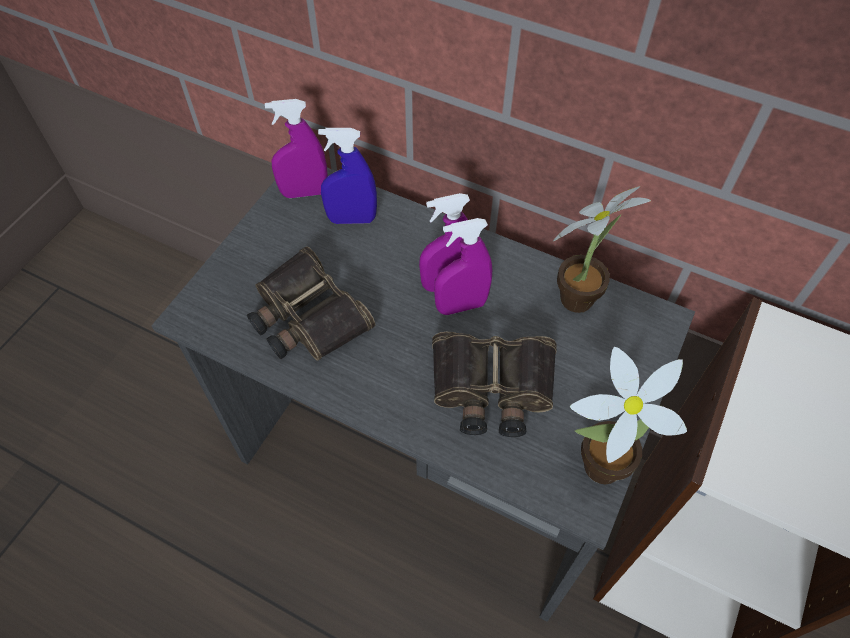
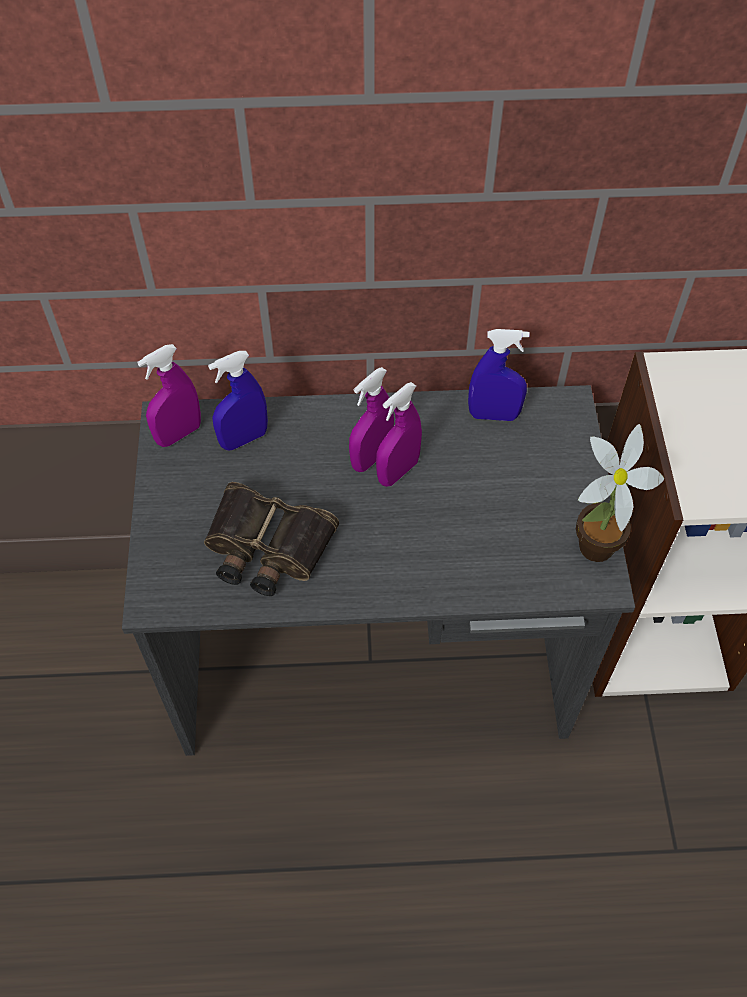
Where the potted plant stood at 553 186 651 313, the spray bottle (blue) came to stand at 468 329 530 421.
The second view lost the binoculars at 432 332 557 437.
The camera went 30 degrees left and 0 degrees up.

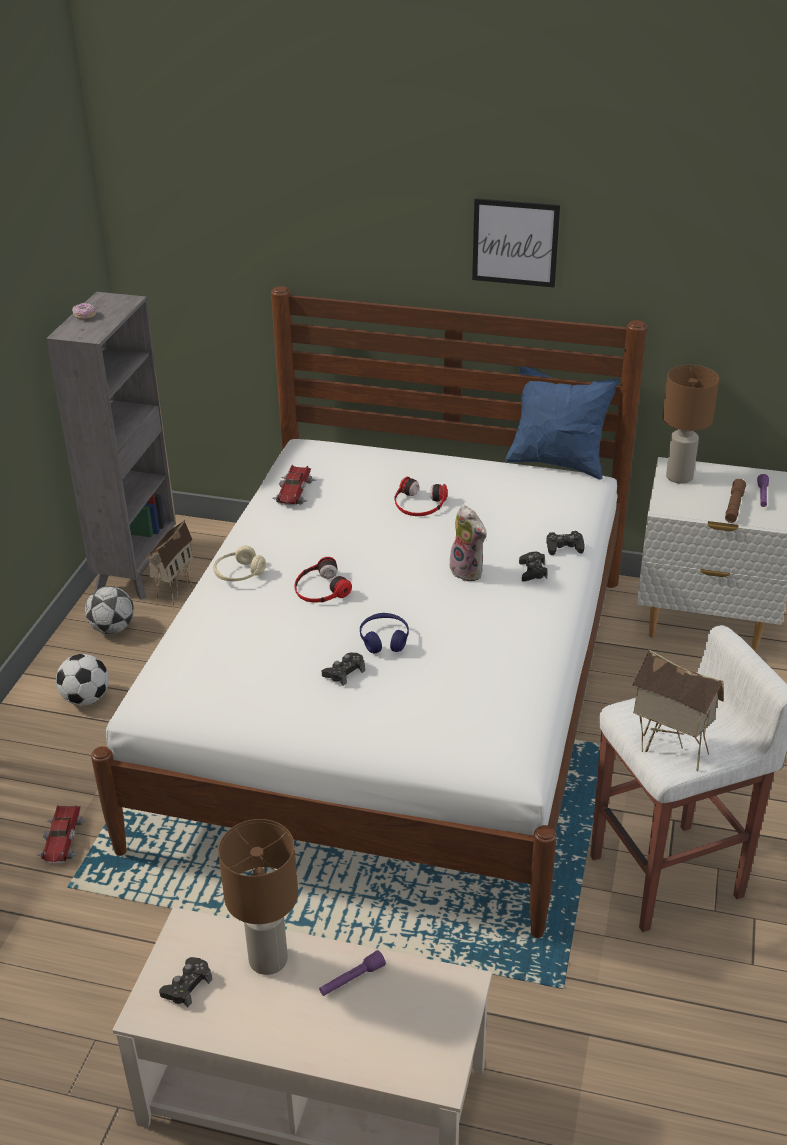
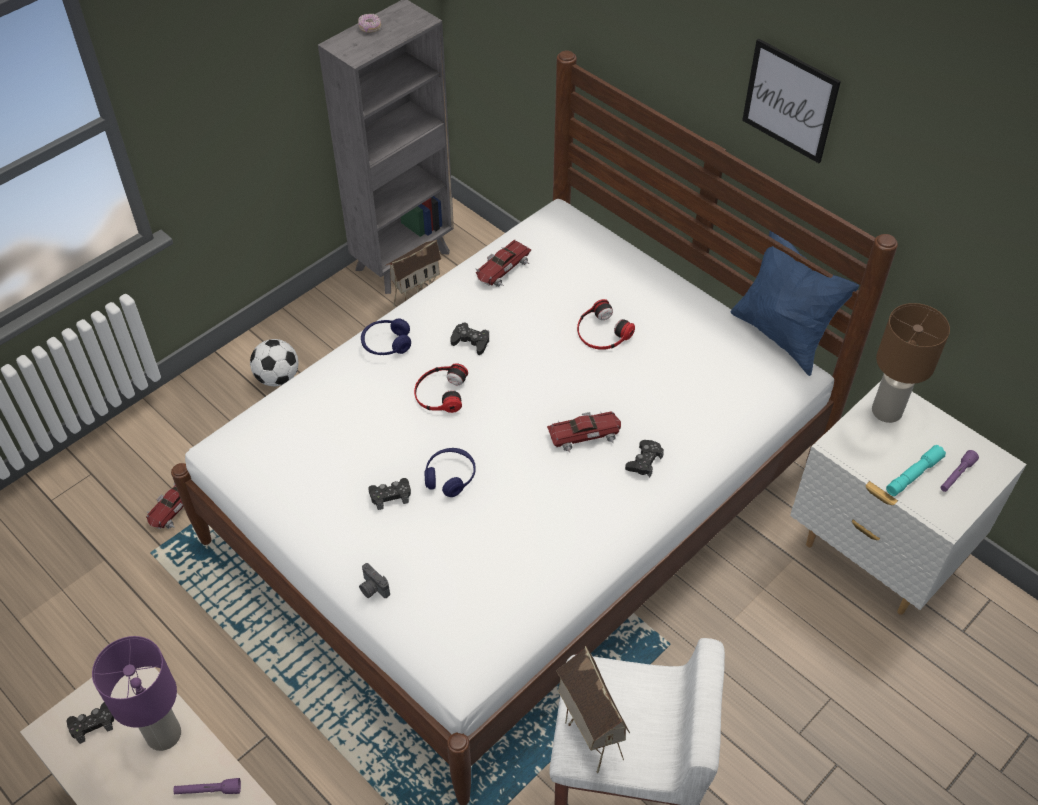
What was the table lamp (brown) at 218 819 298 975 turned into the table lamp (purple) at 92 636 181 751.
The second view gained the photo camera at 359 563 390 598.
What was the headphones (beige) at 213 546 266 581 turned into the headphones (blue) at 361 318 411 355.
The game controller (black) ended up elsewhere, having gone from 546 531 585 555 to 450 322 489 355.
Where the plush toy stood at 448 505 487 582, the toy car came to stand at 547 411 621 453.
What was the flashlight (brown) at 725 479 746 523 turned into the flashlight (turquoise) at 886 445 946 496.
The second view lost the football at 85 586 134 634.
The camera went 30 degrees right and 15 degrees up.

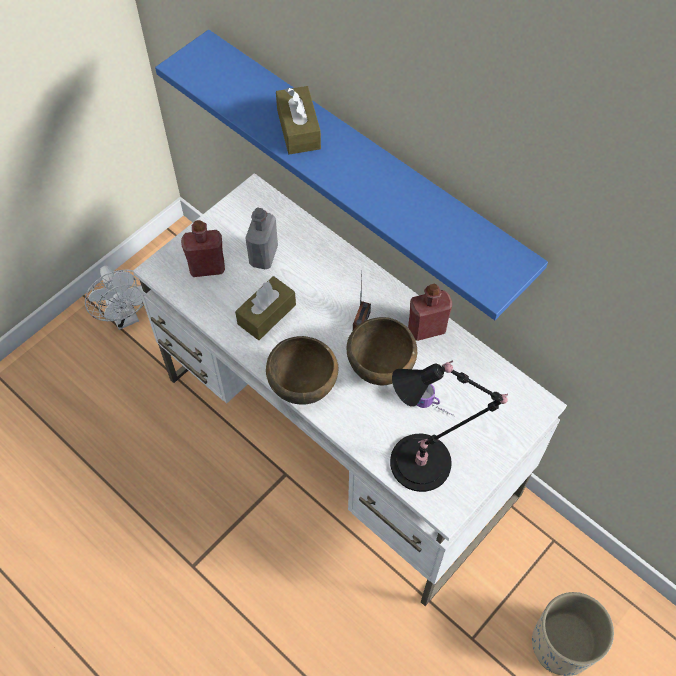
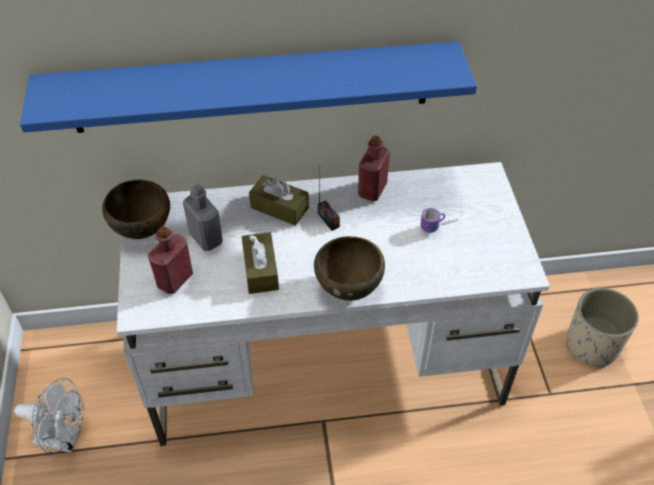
The bowl (brown) ended up elsewhere, having gone from 347 317 417 385 to 102 179 170 239.
The tissue box (brown) ended up elsewhere, having gone from 276 86 321 154 to 249 175 309 226.
The second view lost the table lamp (black) at 390 360 508 492.
The camera went 50 degrees left and 10 degrees down.

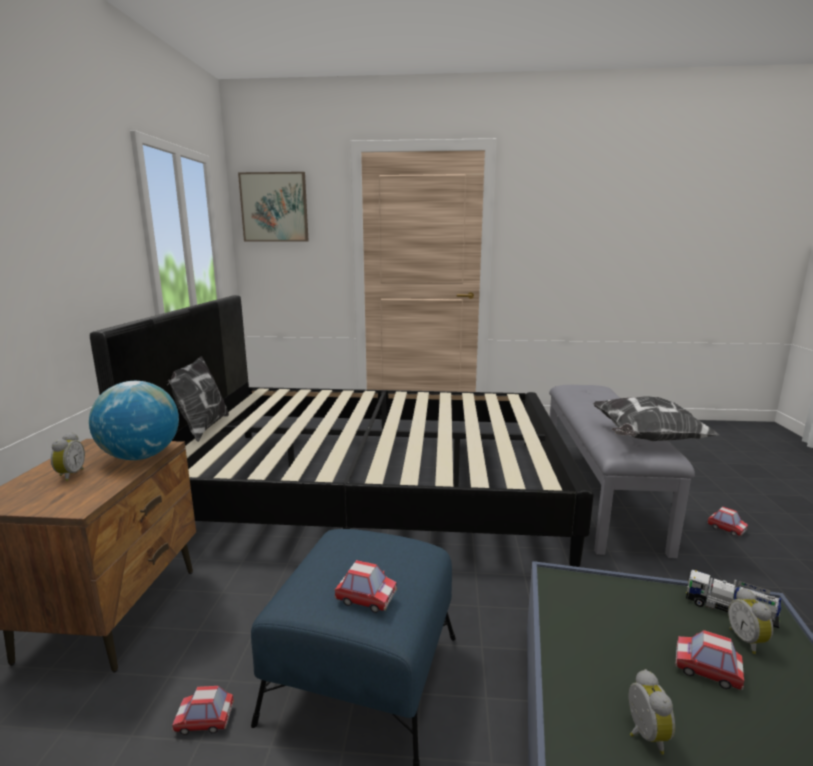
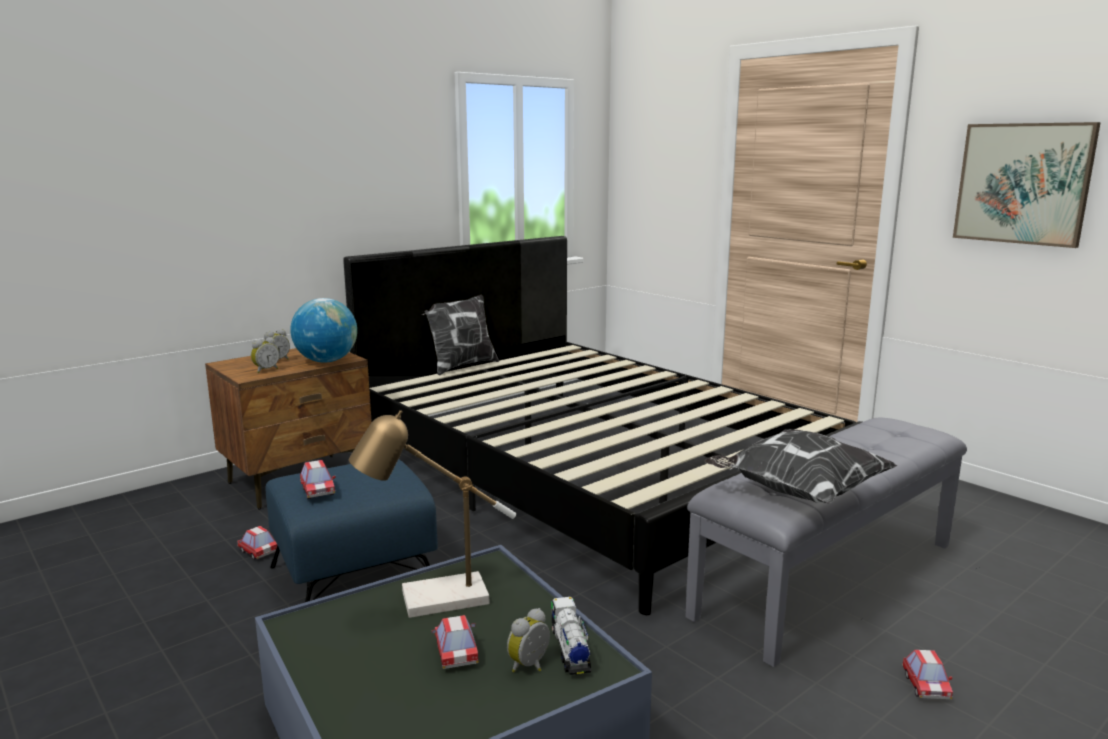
The alarm clock ended up elsewhere, having gone from 629 669 675 755 to 251 337 279 373.
The second view gained the table lamp at 349 410 516 618.
The picture ended up elsewhere, having gone from 238 172 309 241 to 953 122 1101 248.
The camera went 45 degrees right and 0 degrees up.

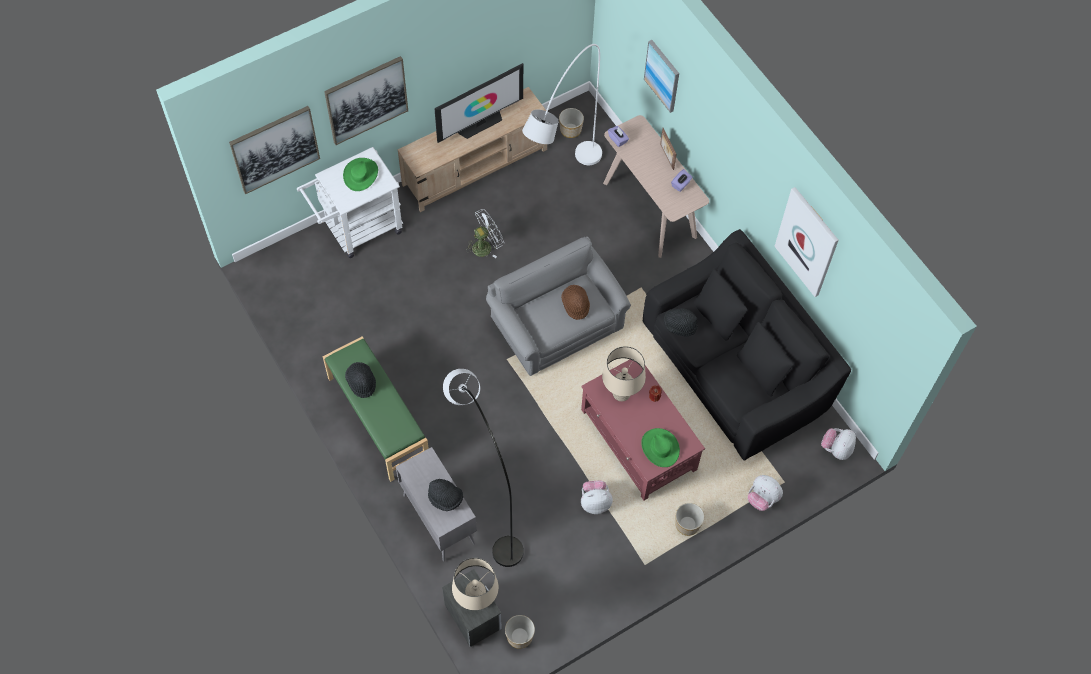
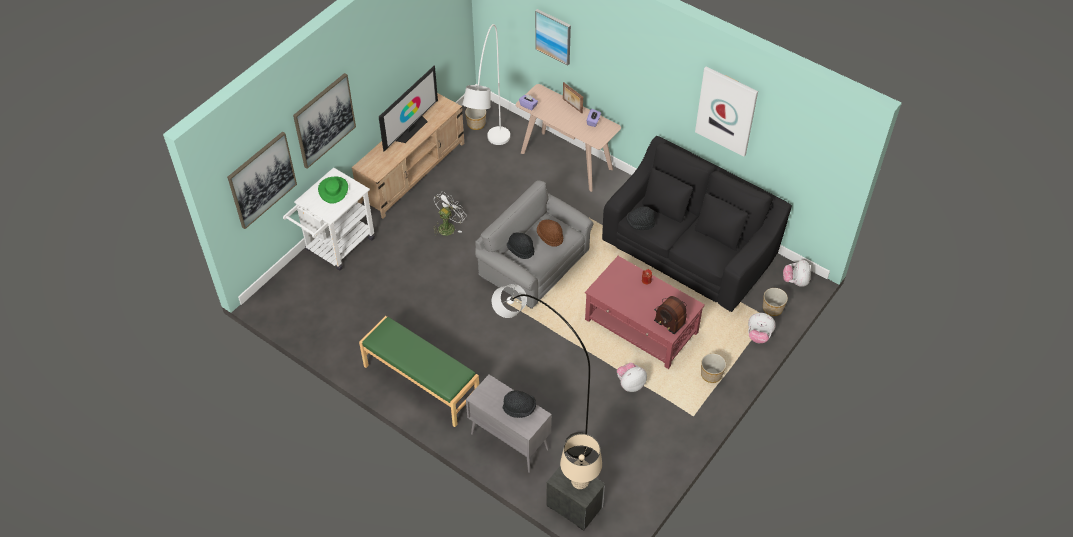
The hat (black) ended up elsewhere, having gone from 345 362 376 398 to 507 233 534 259.
Where the hat (green) stood at 641 428 680 467, the radio came to stand at 654 296 687 335.
The planter ended up elsewhere, having gone from 505 615 535 649 to 763 288 788 316.
The second view lost the table lamp (beige) at 602 346 646 401.
The camera went 20 degrees left and 10 degrees down.

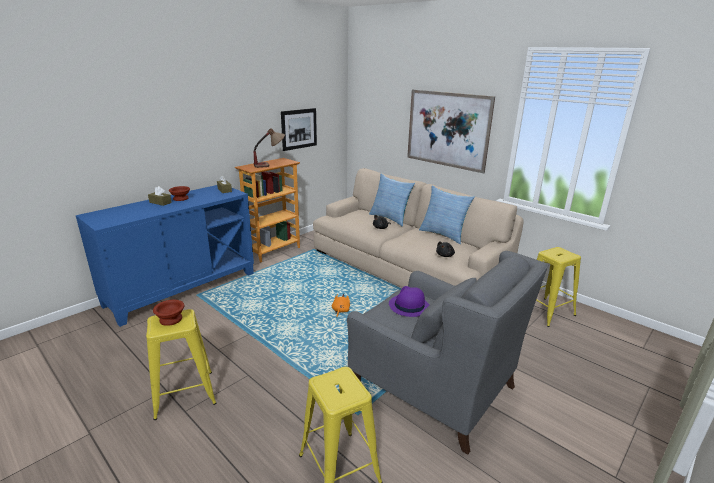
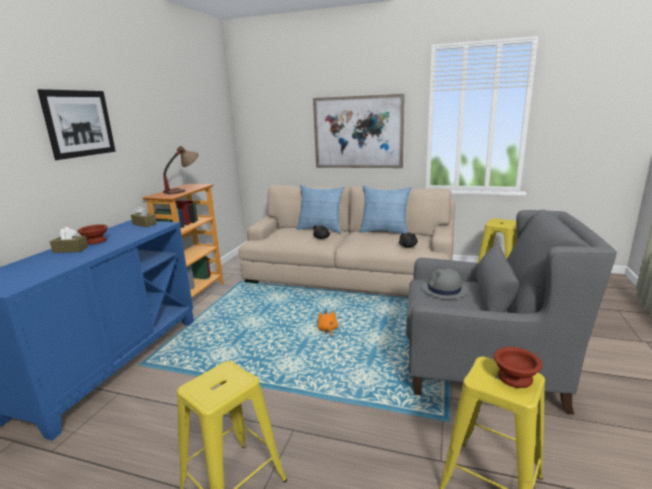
The picture ended up elsewhere, having gone from 281 108 317 151 to 37 89 116 160.
What was the hat (purple) at 389 286 429 317 turned into the hat (grey) at 422 268 468 299.
The bowl (brown) ended up elsewhere, having gone from 153 300 184 326 to 494 347 542 388.
The camera went 25 degrees left and 5 degrees down.

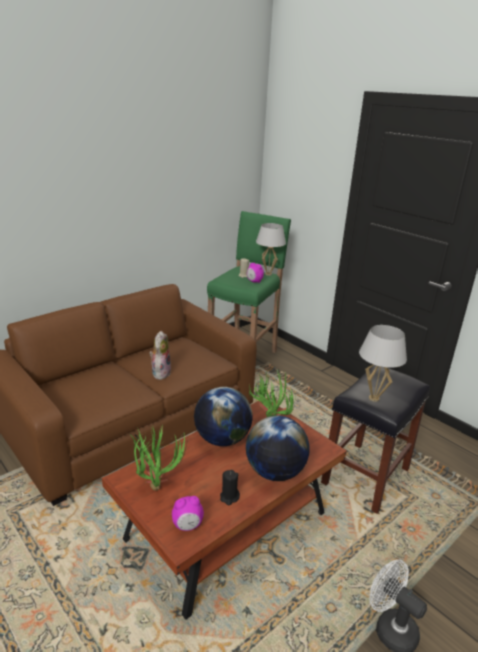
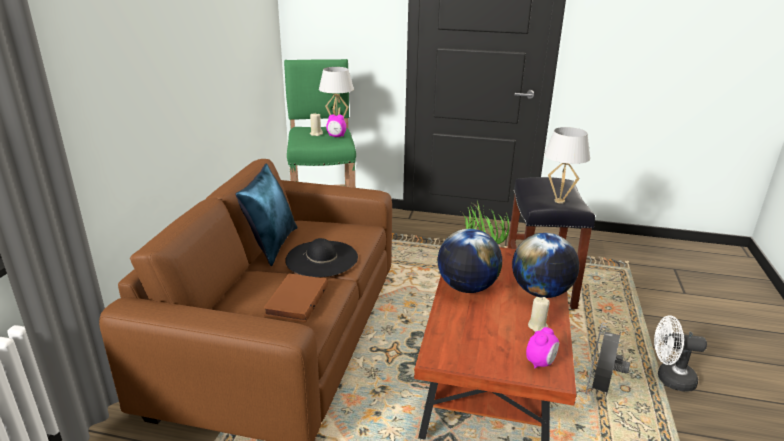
The second view gained the pillow (blue) at 235 163 298 266.
The second view gained the book (brown) at 263 273 328 323.
Where the plush toy stood at 149 331 171 380, the hat (black) came to stand at 285 238 358 277.
What was the candle (black) at 220 470 240 505 turned into the candle (beige) at 528 297 550 332.
The second view gained the fan (grey) at 586 323 630 396.
The second view lost the potted plant at 131 424 188 491.
The camera went 35 degrees left and 0 degrees up.

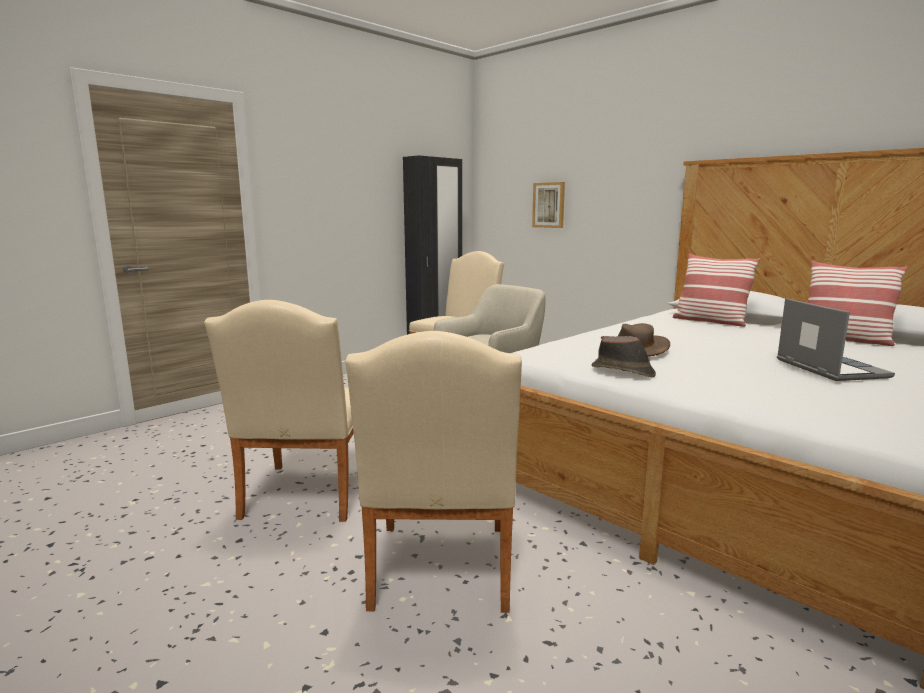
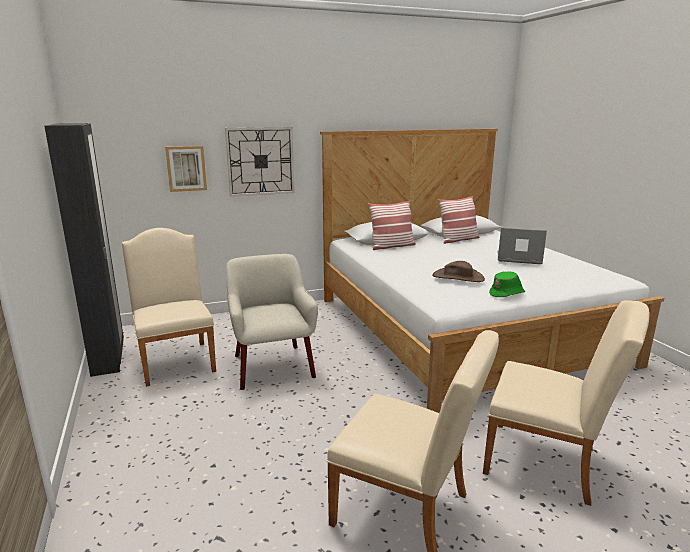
The second view gained the wall clock at 225 127 294 197.
What was the hat (brown) at 591 336 656 377 turned into the hat (green) at 489 271 525 297.
The camera went 65 degrees left and 5 degrees up.

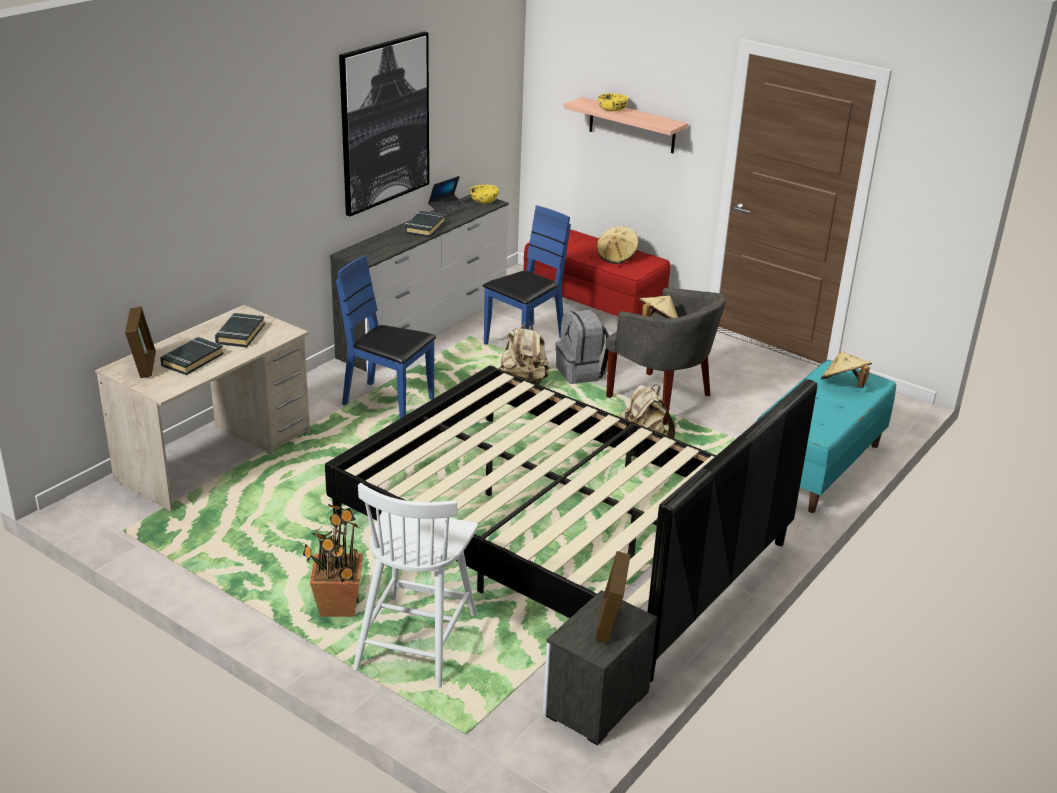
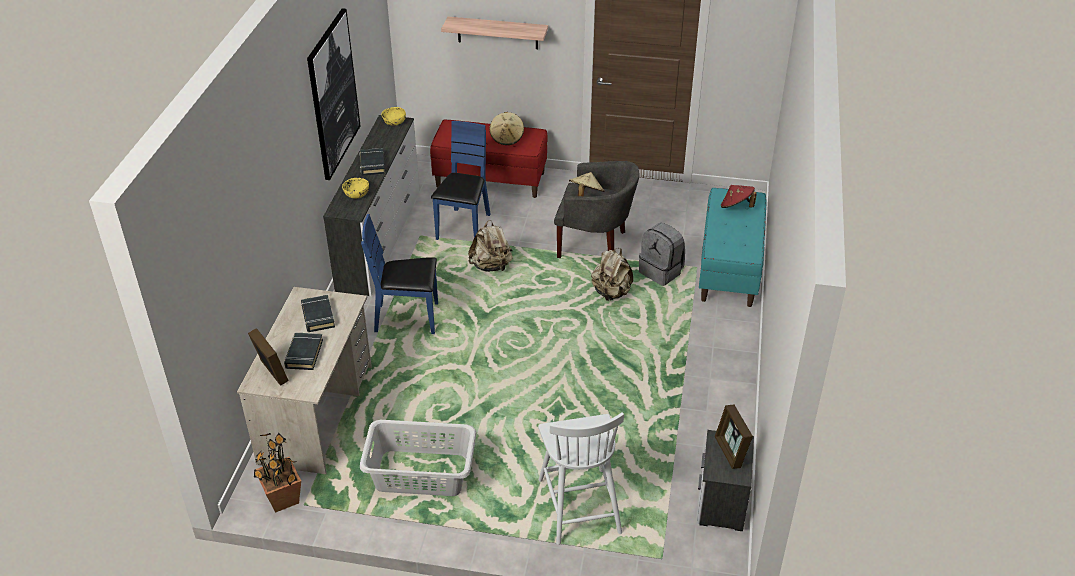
The potted plant ended up elsewhere, having gone from 303 504 363 617 to 254 433 301 513.
The bowl (yellow) ended up elsewhere, having gone from 598 93 628 111 to 342 178 369 198.
The second view gained the laundry basket (grey) at 360 420 476 496.
The backpack (grey) ended up elsewhere, having gone from 556 309 609 384 to 639 223 685 286.
What was the hat (beige) at 821 352 872 388 turned into the hat (red) at 721 185 757 208.
The second view lost the bed (black) at 325 366 817 682.
The second view lost the laptop at 428 176 469 217.
The camera went 25 degrees left and 10 degrees up.

